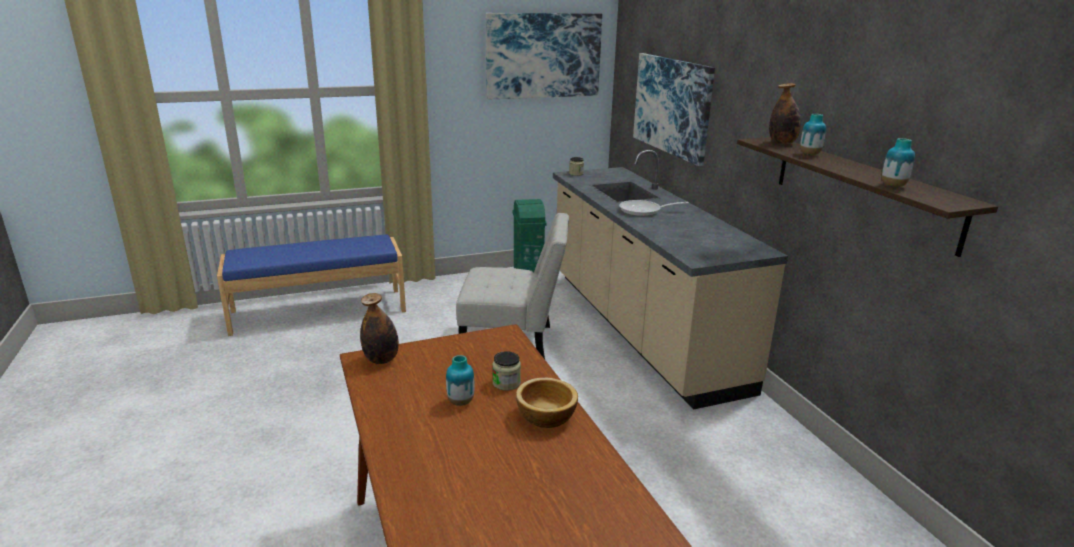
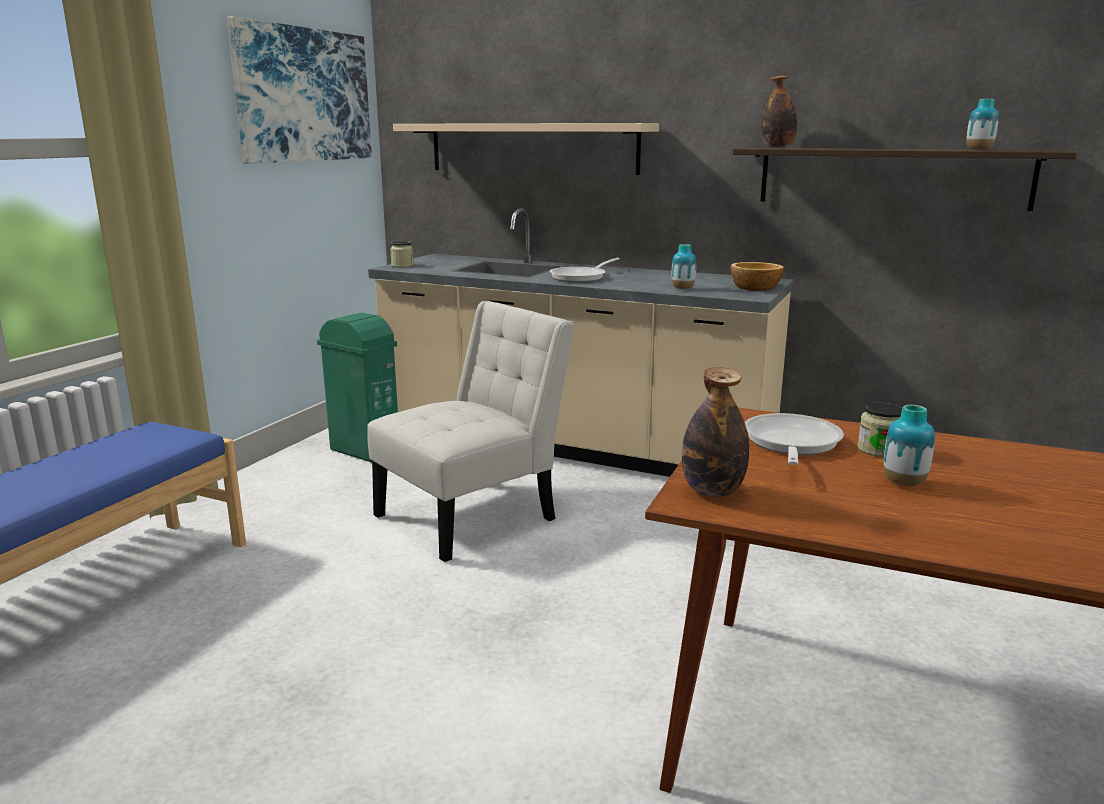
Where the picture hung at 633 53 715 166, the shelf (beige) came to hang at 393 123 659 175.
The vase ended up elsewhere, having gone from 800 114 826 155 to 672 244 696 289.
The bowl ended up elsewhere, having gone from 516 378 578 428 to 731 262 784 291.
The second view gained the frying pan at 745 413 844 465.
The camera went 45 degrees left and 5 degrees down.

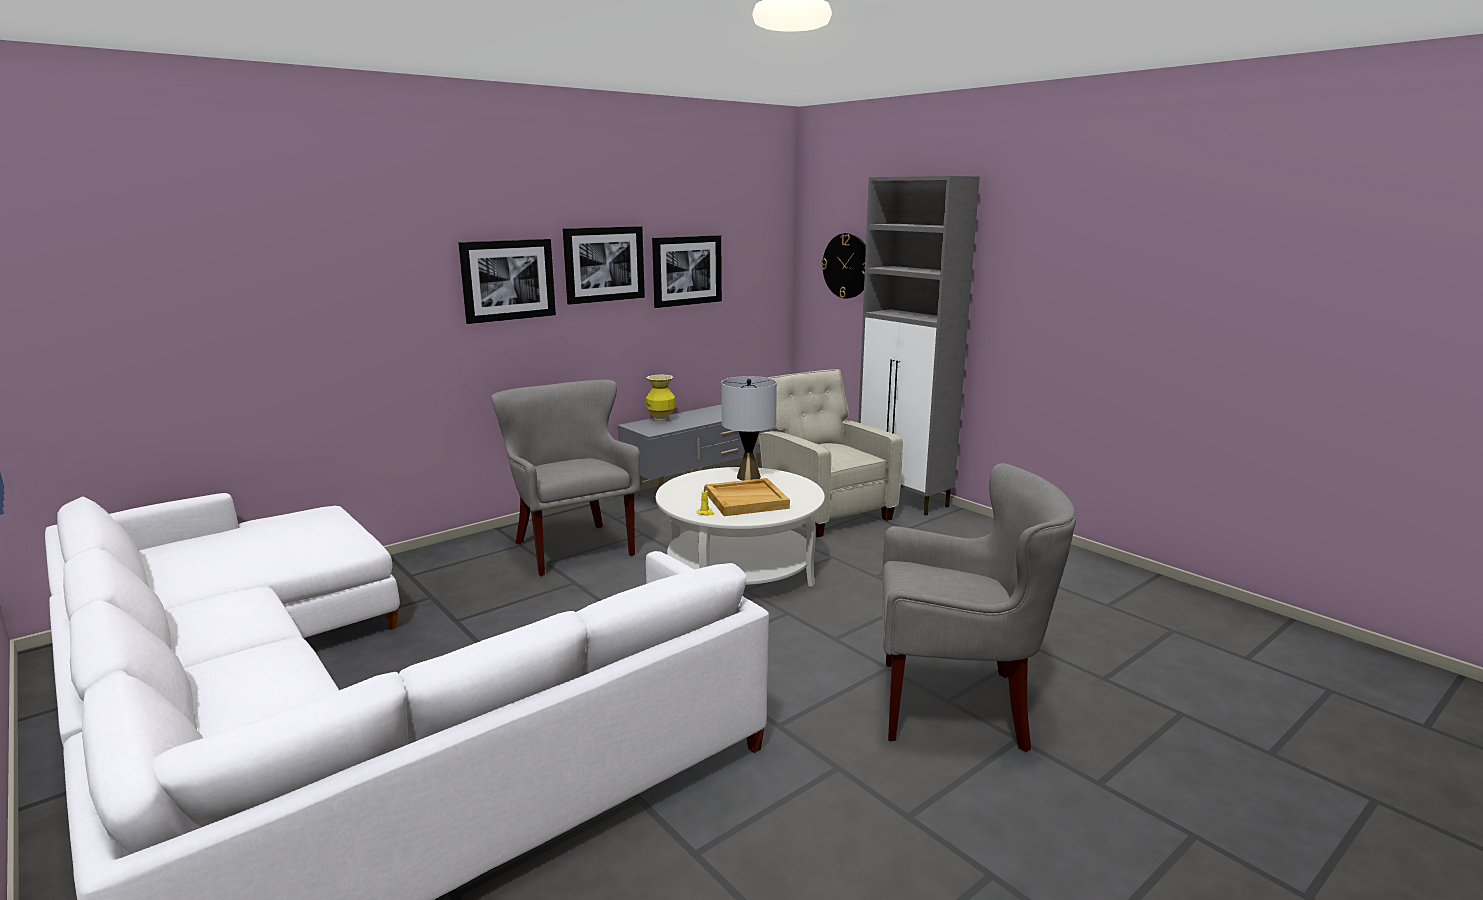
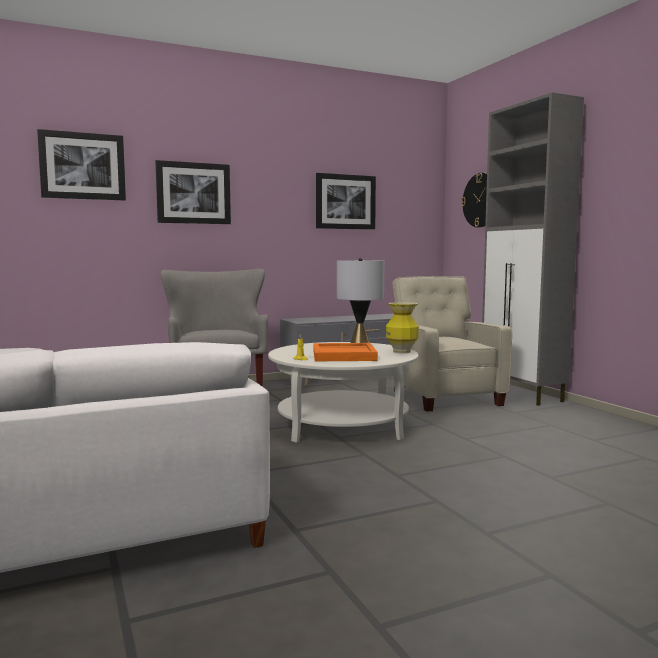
The picture ended up elsewhere, having gone from 563 226 645 305 to 37 129 126 200.
What was the tray (beige) at 705 478 790 516 turned into the tray (orange) at 314 343 378 361.
The vase ended up elsewhere, having gone from 646 375 675 422 to 386 302 419 354.
The second view lost the armchair (grey) at 881 463 1076 752.
The camera went 15 degrees right and 10 degrees down.

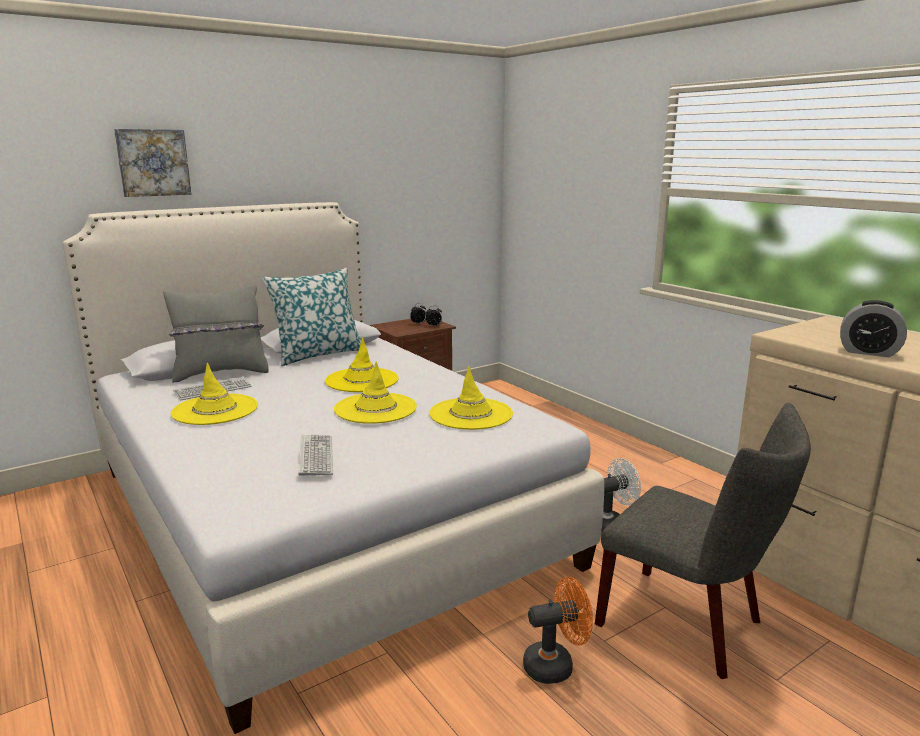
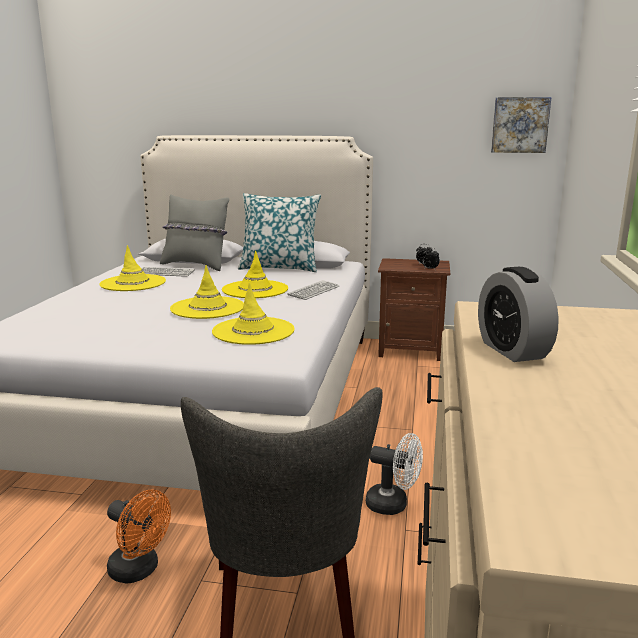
The keyboard ended up elsewhere, having gone from 298 435 333 475 to 287 280 339 300.
The picture ended up elsewhere, having gone from 114 129 191 197 to 491 97 551 153.
The camera went 45 degrees right and 0 degrees up.

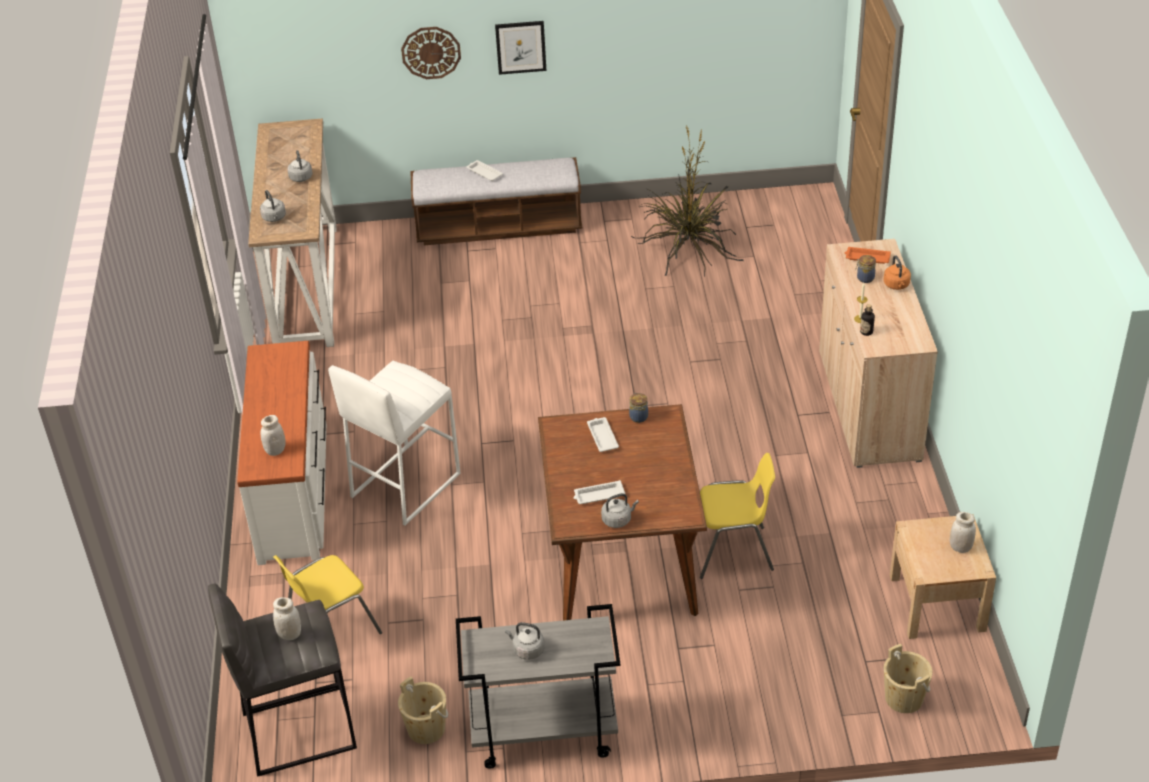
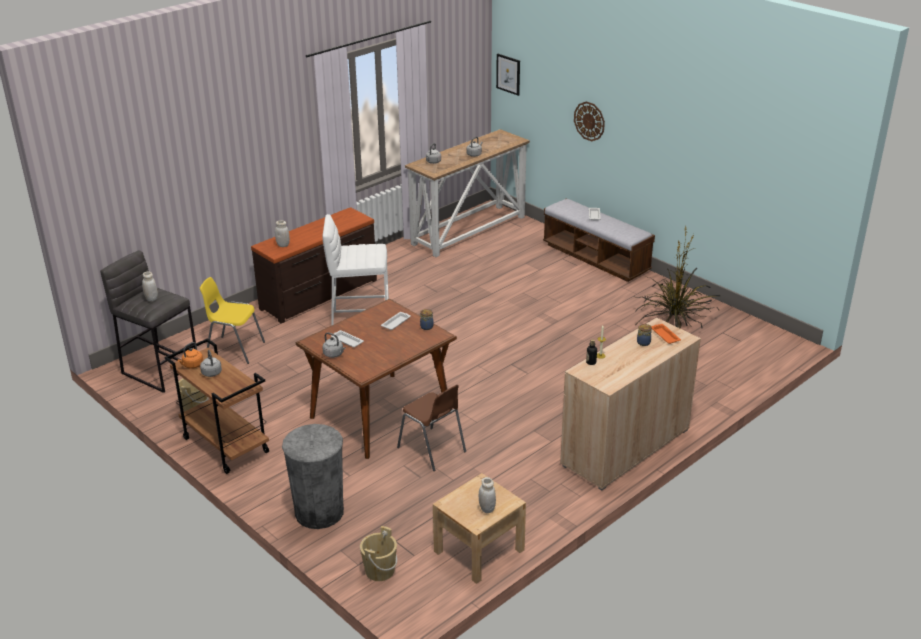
What was the cart (grey) at 456 604 620 769 turned into the cart (brown) at 165 338 269 474.
The kettle (orange) ended up elsewhere, having gone from 883 255 911 290 to 177 342 203 369.
What was the dresser (white) at 237 341 326 565 turned into the dresser (brown) at 251 207 377 323.
The second view gained the trash can (grey) at 282 424 344 529.
What was the chair (yellow) at 700 453 775 579 turned into the chair (brown) at 397 385 466 471.
The picture ended up elsewhere, having gone from 495 21 546 75 to 496 54 520 96.
The camera went 50 degrees right and 10 degrees down.

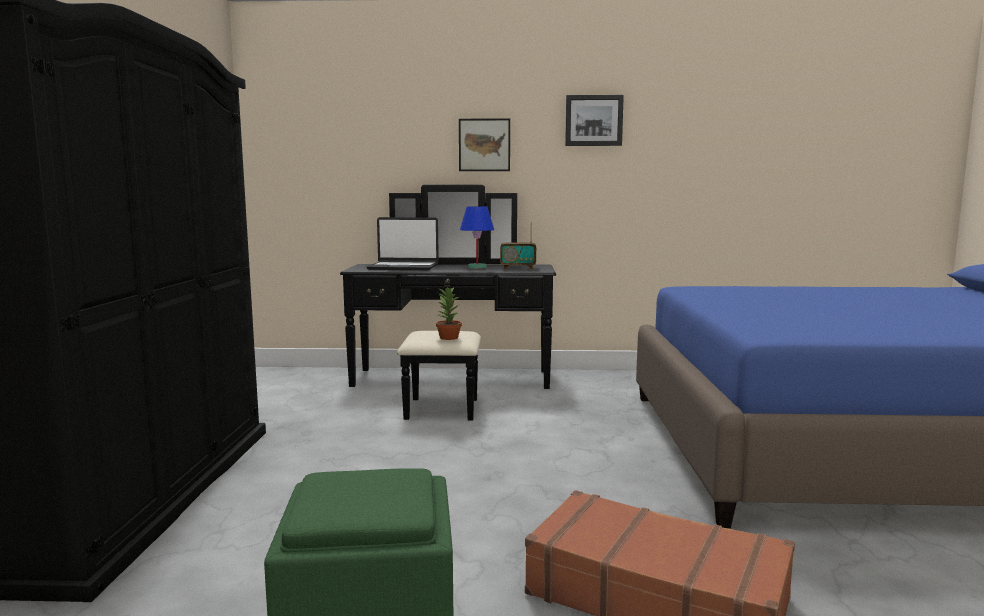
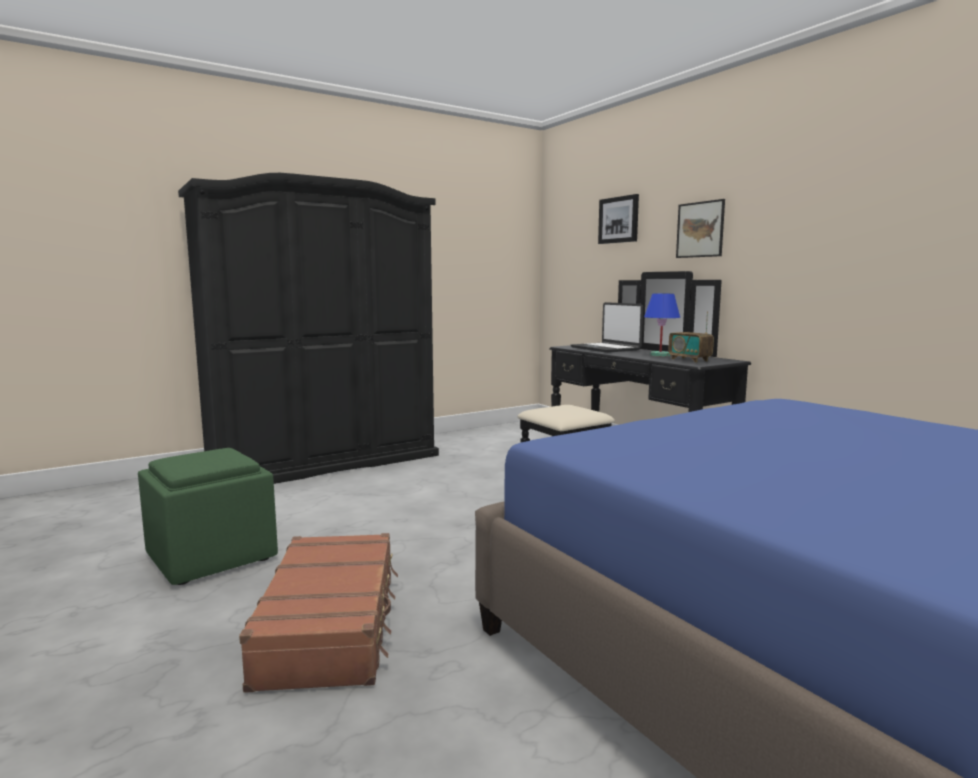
The picture ended up elsewhere, having gone from 565 95 624 146 to 598 194 639 244.
The second view lost the potted plant at 436 287 462 340.
The camera went 55 degrees right and 0 degrees up.

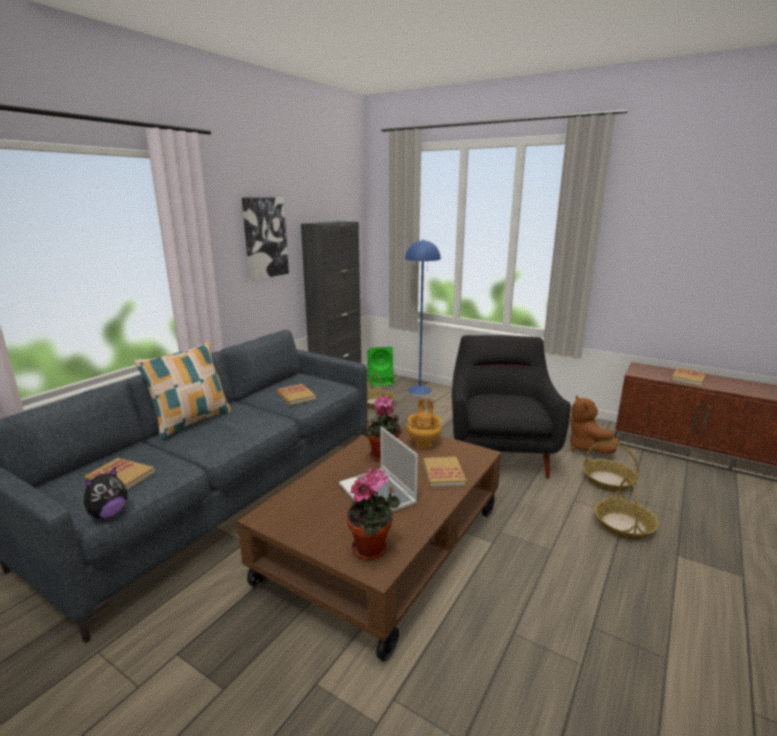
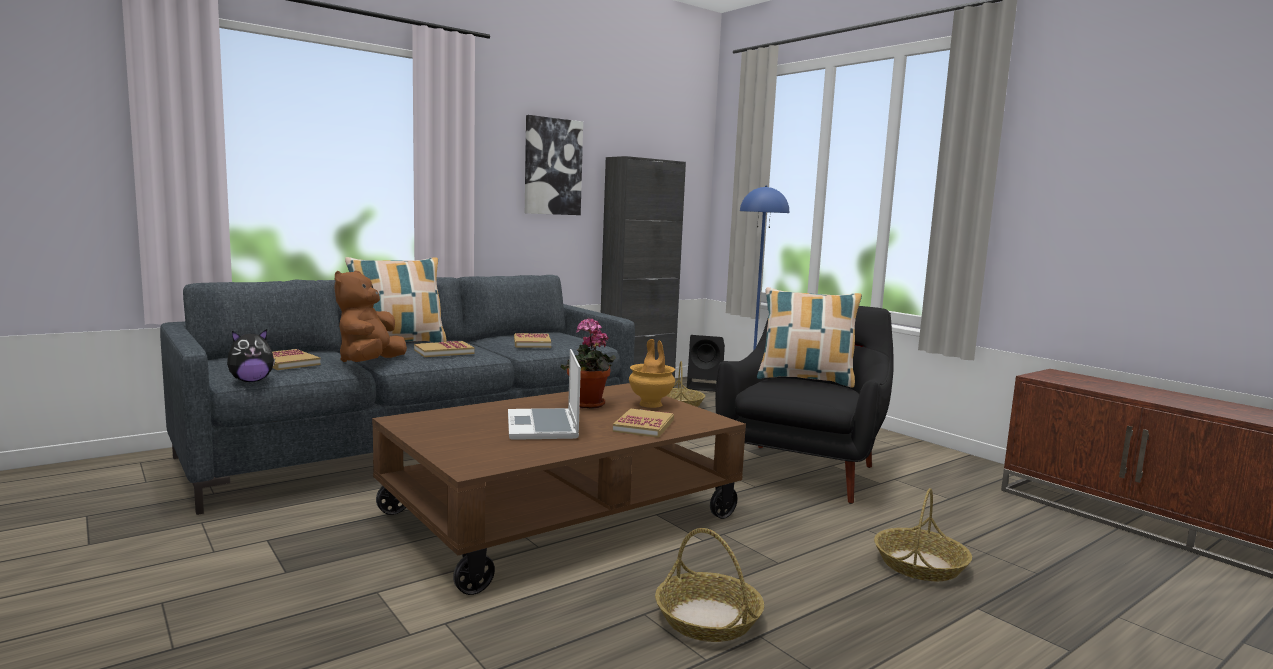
The plush toy (brown) ended up elsewhere, having gone from 570 395 619 454 to 334 271 407 362.
The book ended up elsewhere, having gone from 671 367 707 386 to 414 341 474 357.
The basket ended up elsewhere, having gone from 583 441 639 492 to 655 528 764 642.
What was the speaker (green) at 367 347 393 386 turned into the speaker (black) at 687 335 725 392.
The second view gained the pillow at 757 287 862 388.
The second view lost the potted plant at 347 469 400 560.
The camera went 20 degrees right and 10 degrees down.

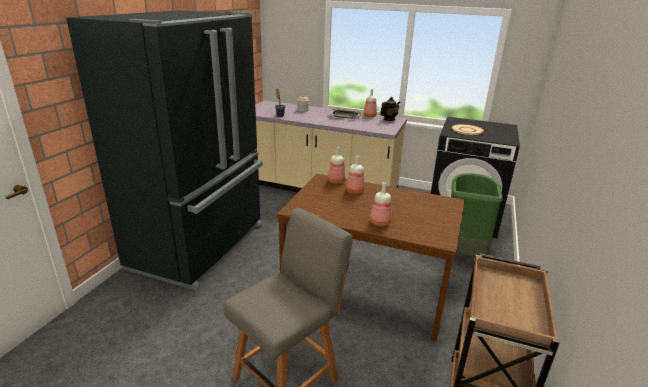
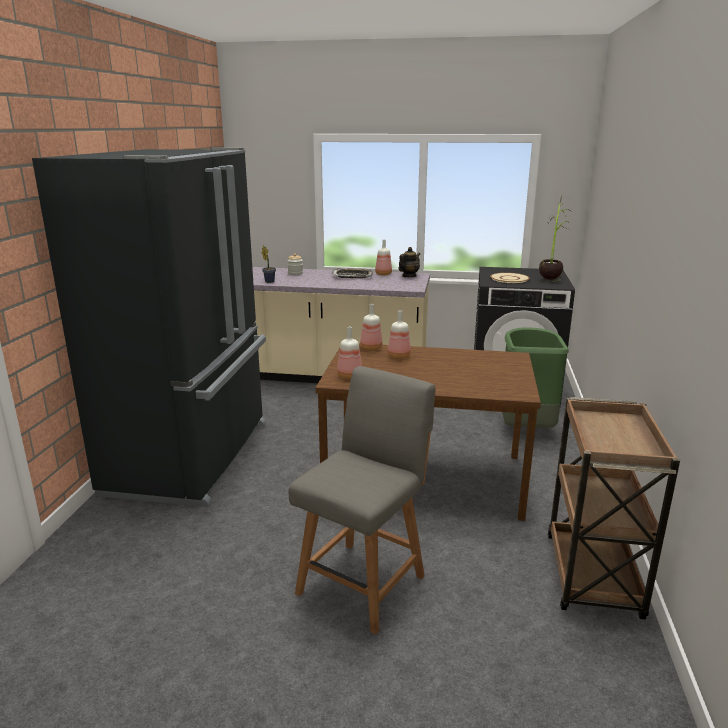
The bottle ended up elsewhere, having gone from 370 182 392 227 to 337 327 362 380.
The second view gained the potted plant at 539 196 572 282.
The camera went 10 degrees left and 5 degrees down.

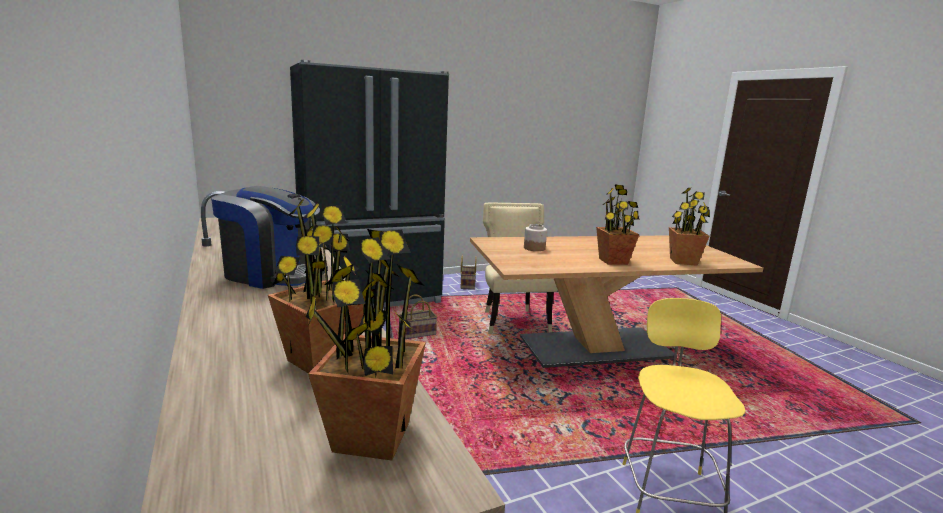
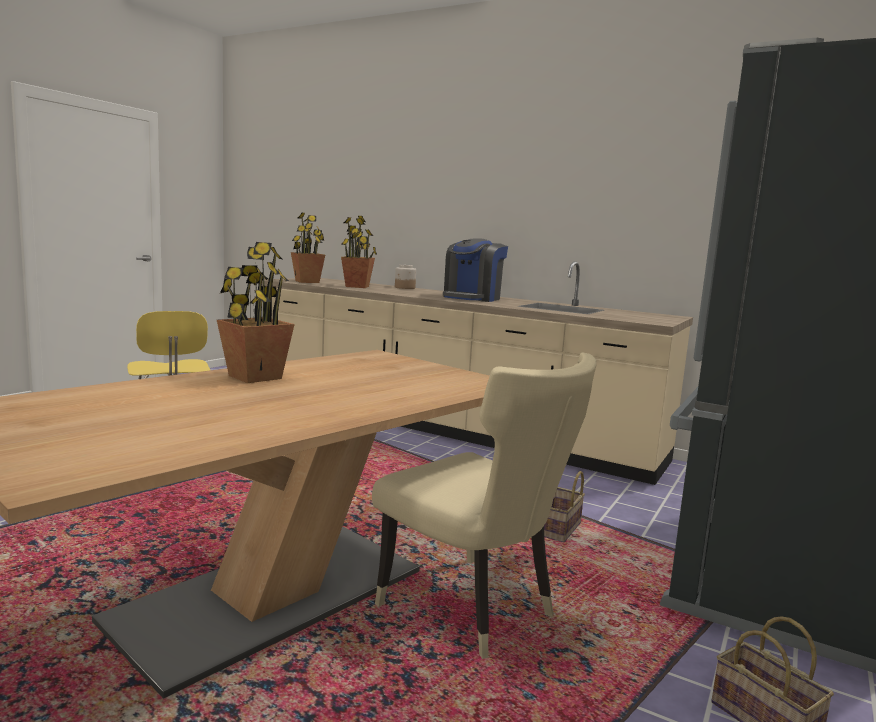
The jar ended up elsewhere, having gone from 524 224 547 251 to 395 265 416 289.
The coffee machine at 211 186 328 289 ended up facing another way, 45 degrees counterclockwise from before.
The second view lost the potted plant at 669 188 710 266.
The camera went 145 degrees right and 5 degrees down.

